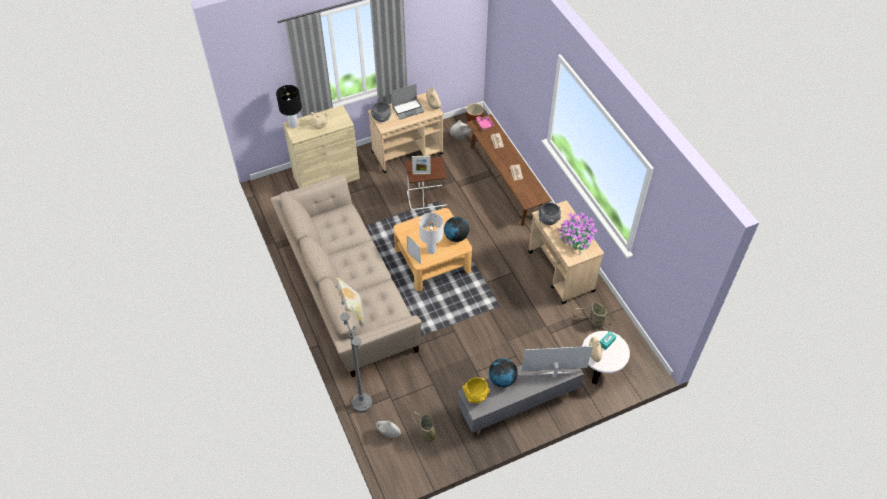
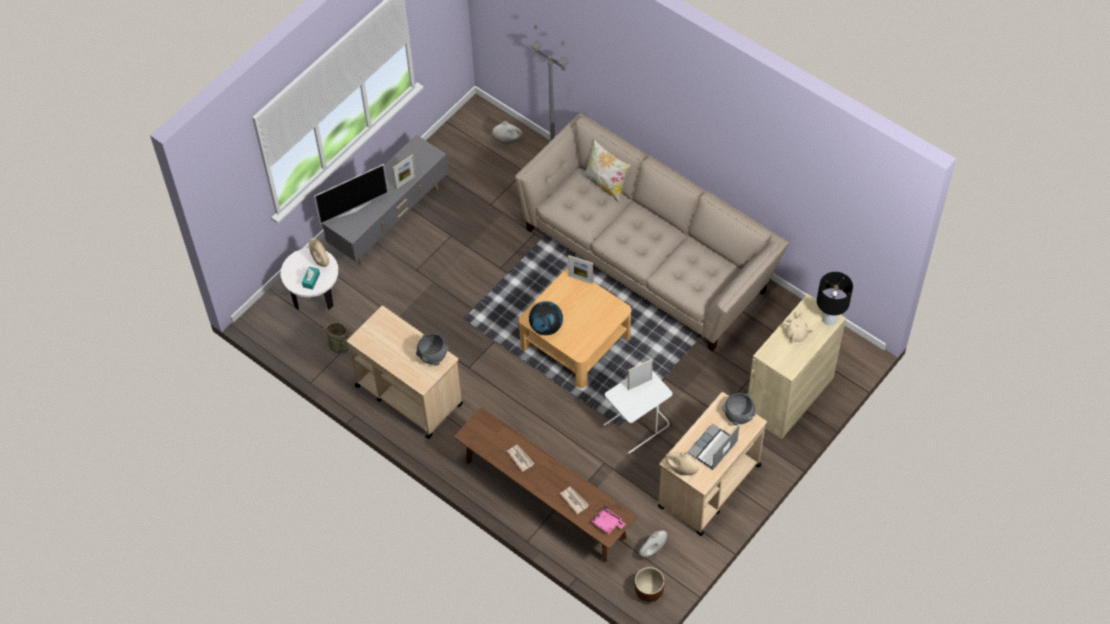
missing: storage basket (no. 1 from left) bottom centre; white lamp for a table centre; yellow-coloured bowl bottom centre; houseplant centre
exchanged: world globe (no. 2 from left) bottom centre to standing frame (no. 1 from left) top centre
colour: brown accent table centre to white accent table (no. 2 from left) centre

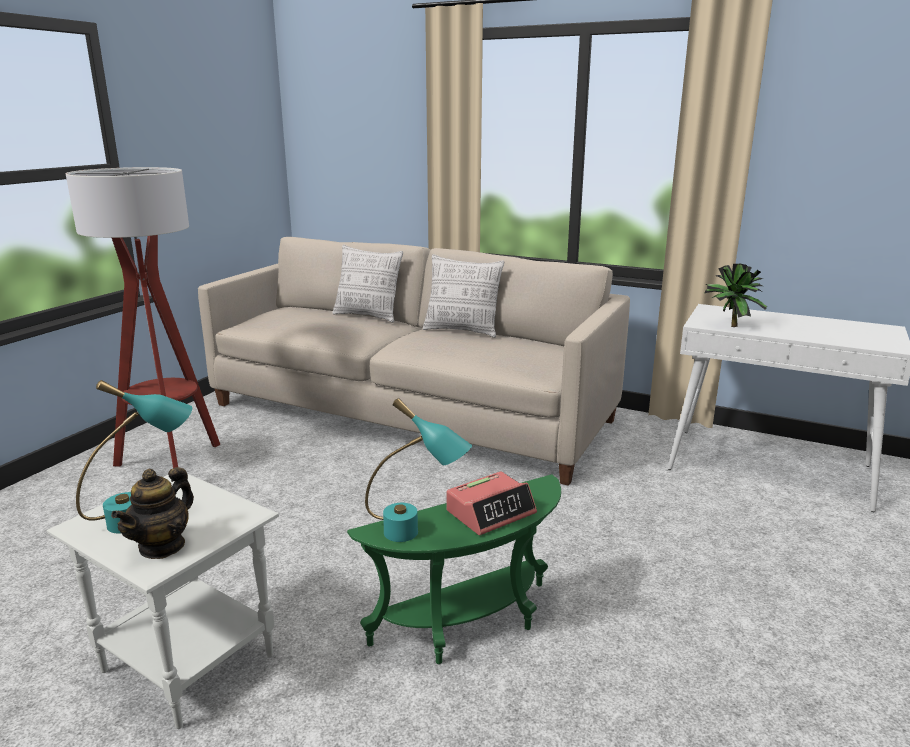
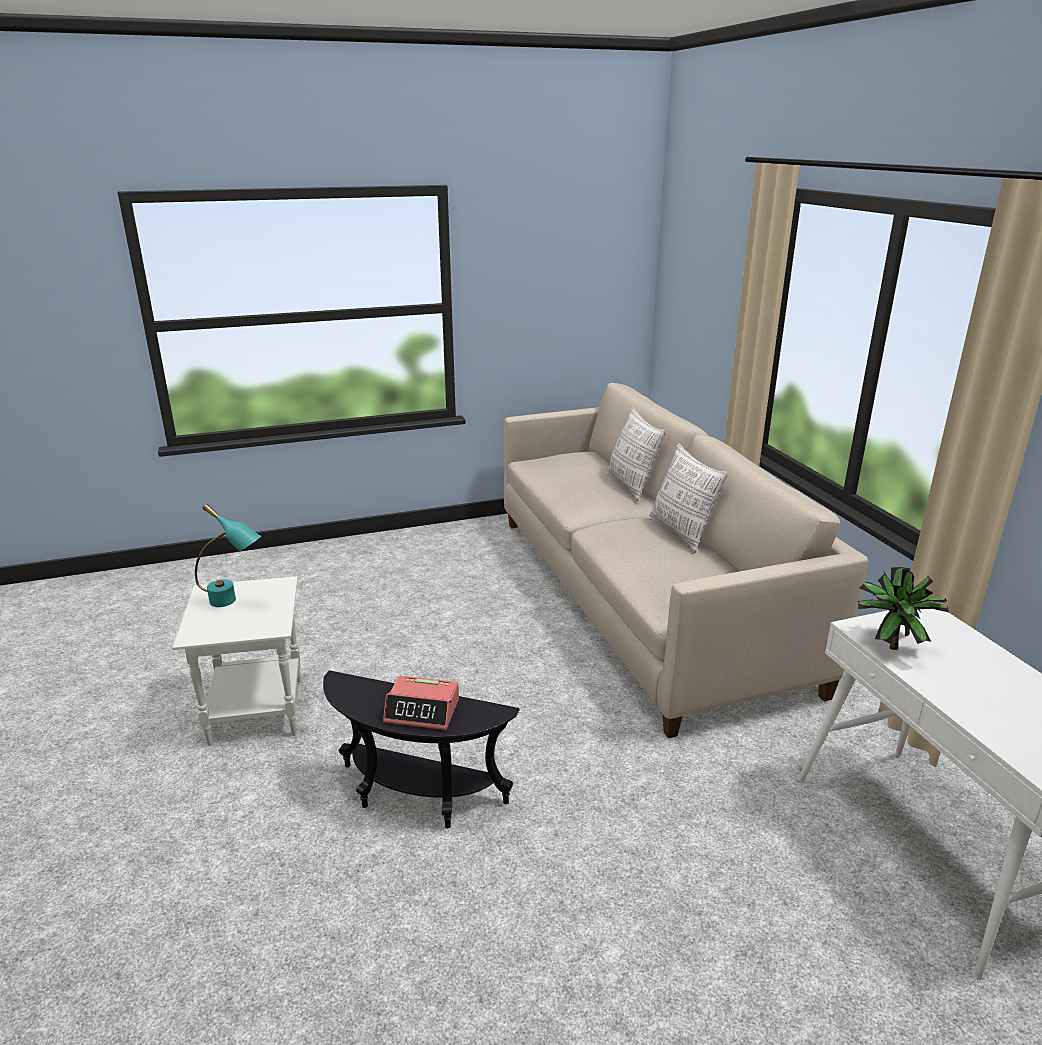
missing: standing lamp middle left; teapot bottom left; turquoise-coloured lamp for a table (no. 2 from left) centre
colour: green accent table bottom centre to blackish accent table bottom centre

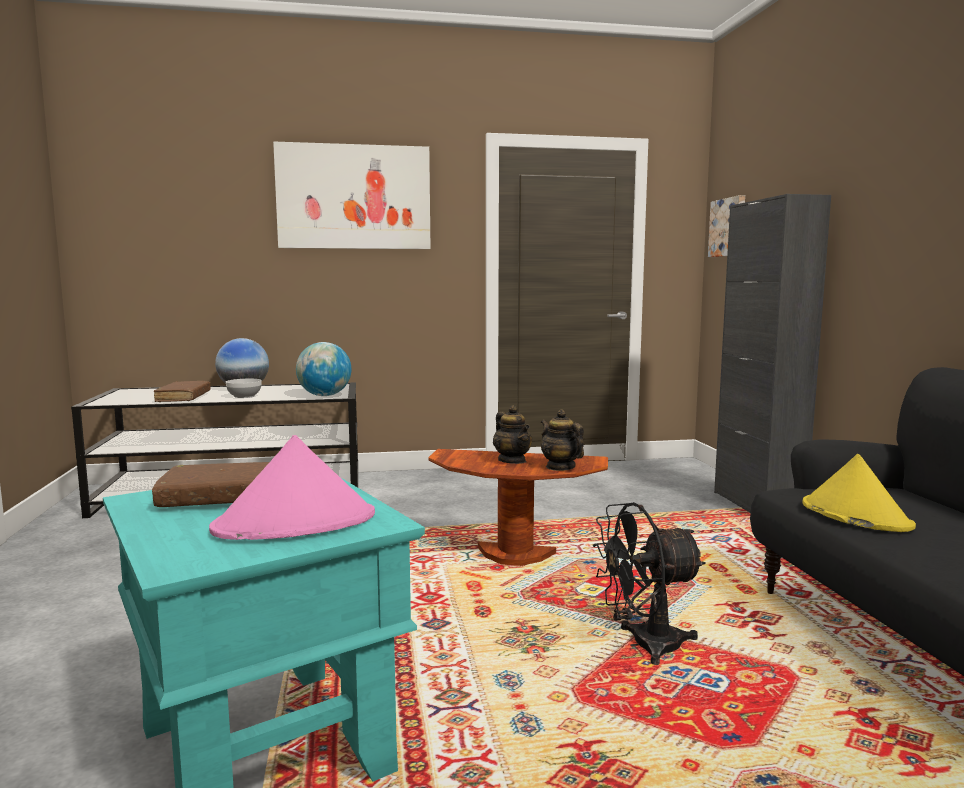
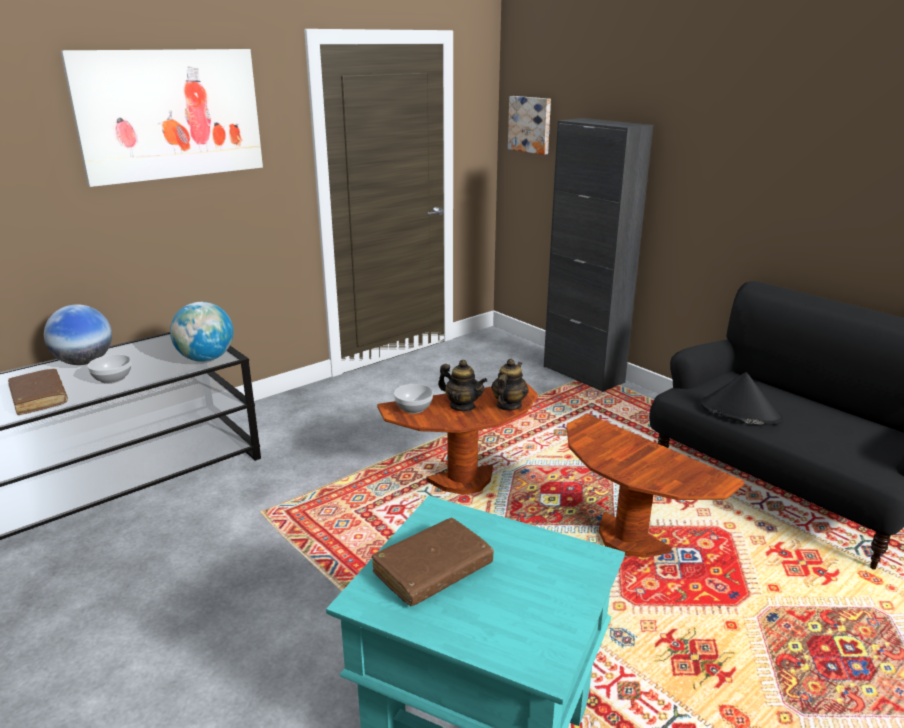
missing: pink wearable hat middle left
appeared: bowl (no. 2 from left) centre
exchanged: blackish electric fan bottom right to brown accent table (no. 2 from left) middle right
colour: yellow-coloured wearable hat middle right to blackish wearable hat middle right
spun: teapot (no. 2 from left) centre = centre 90 degrees clockwise

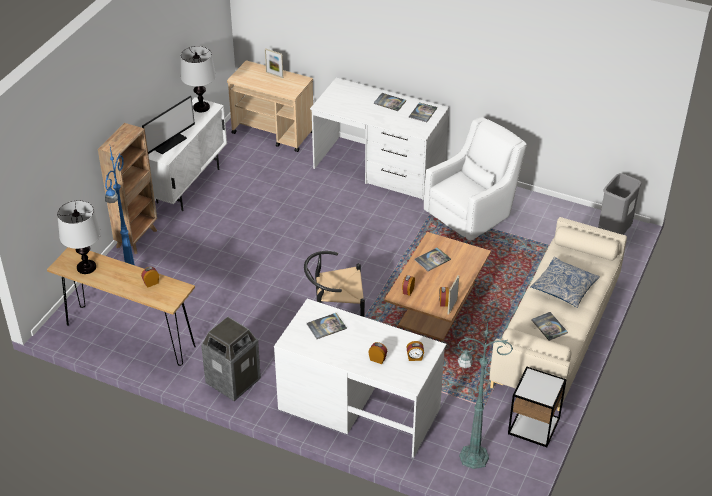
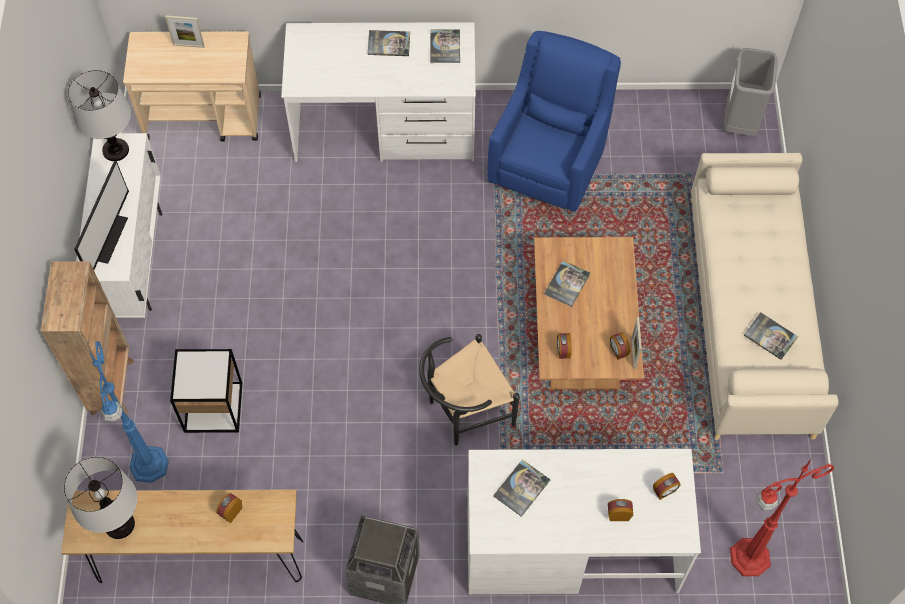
missing: throw pillow middle right
relocated: accent table bottom right to middle left
colour: white armchair middle right to blue-coloured armchair top centre; green standing lamp bottom right to red-coloured standing lamp bottom right

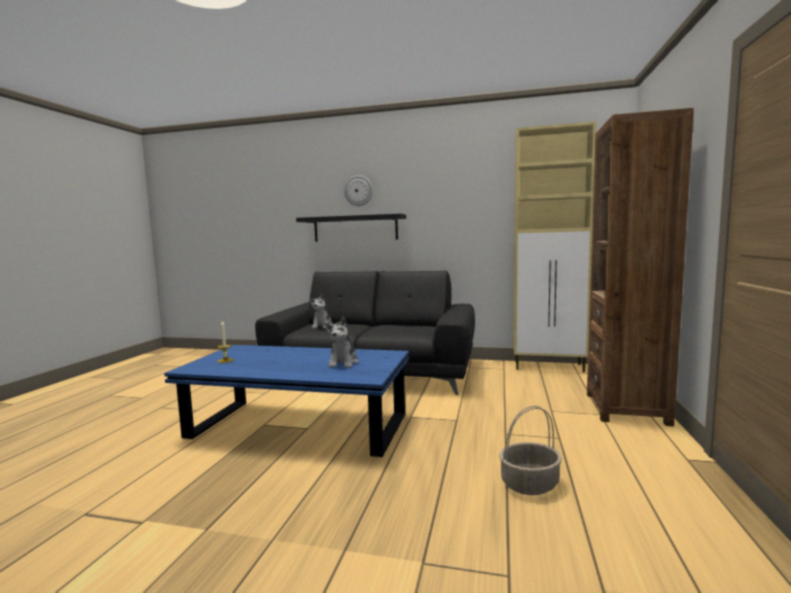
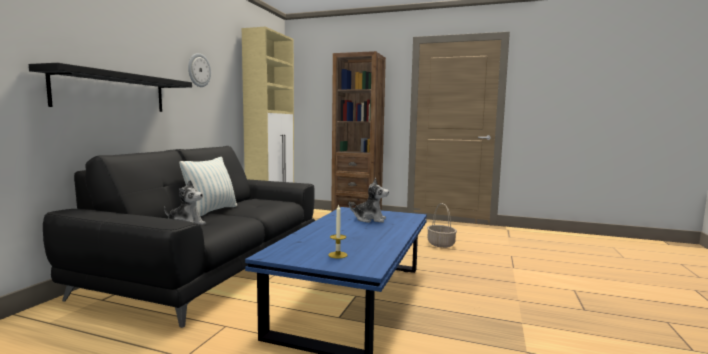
appeared: throw pillow middle left
relocated: hanging clock top centre to top left

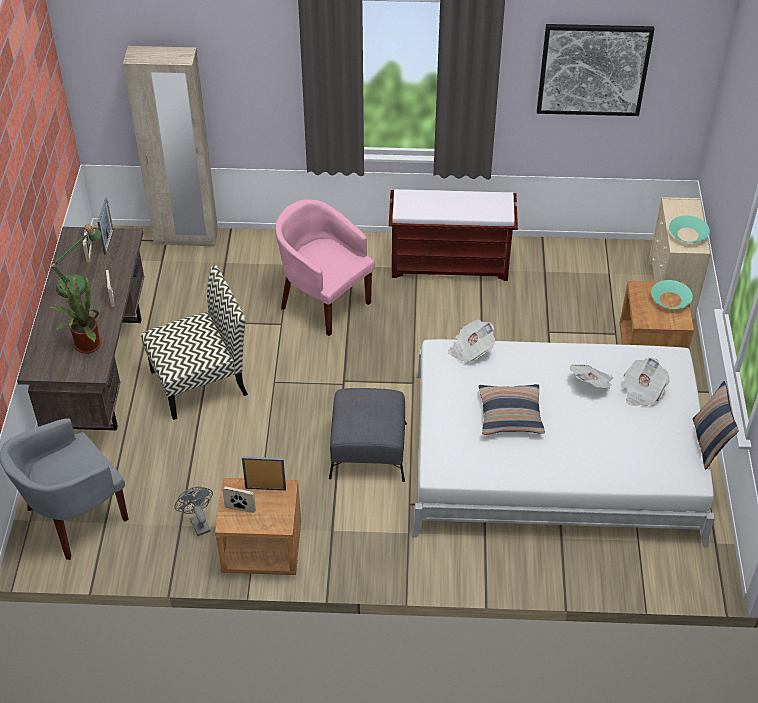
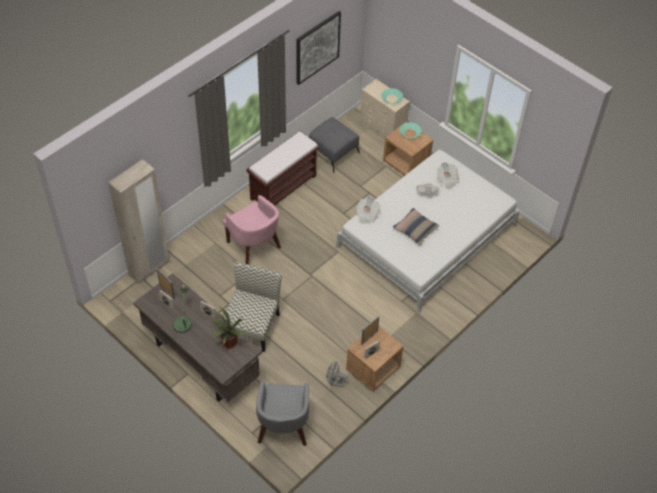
missing: throw pillow (no. 2 from left) middle right
relocated: greyish ottoman centre to top centre
spun: pink armchair centre = centre 120 degrees counterclockwise

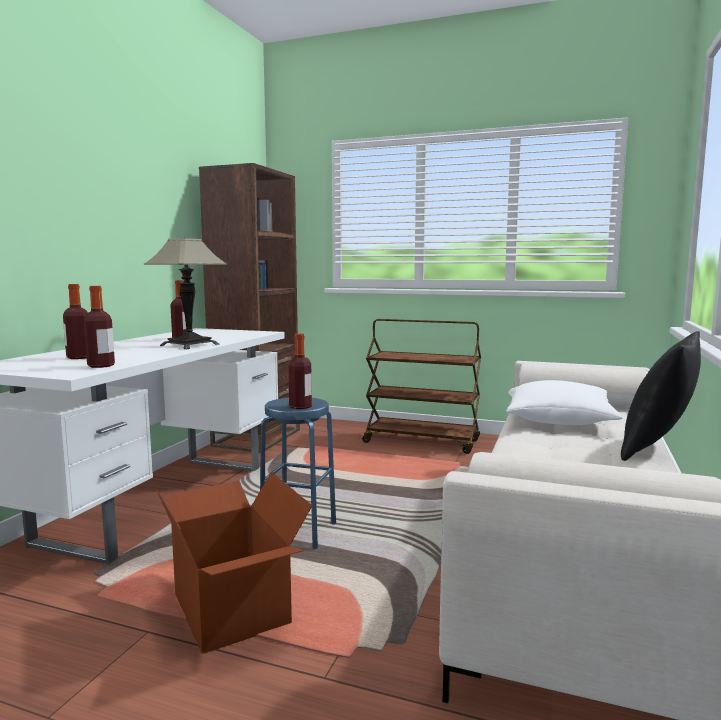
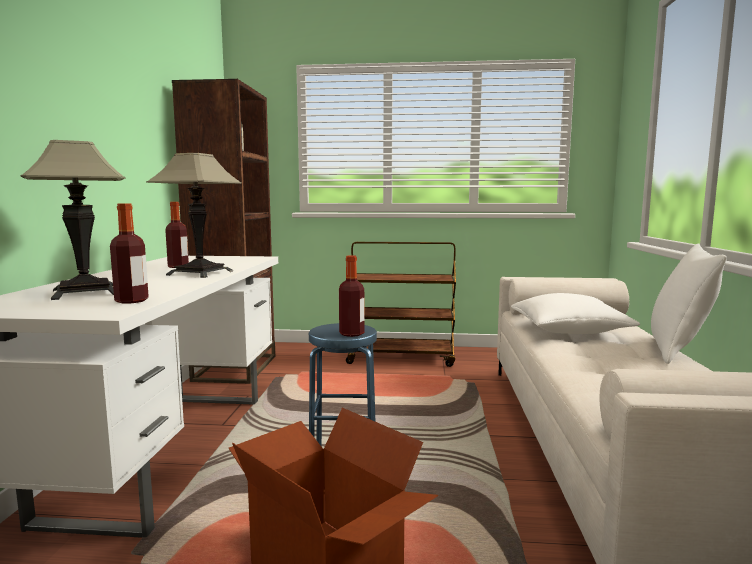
exchanged: drink bottle (no. 1 from left) middle left to lamp for a table (no. 1 from left) middle left
colour: blackish throw pillow middle right to white throw pillow (no. 2 from left) middle right

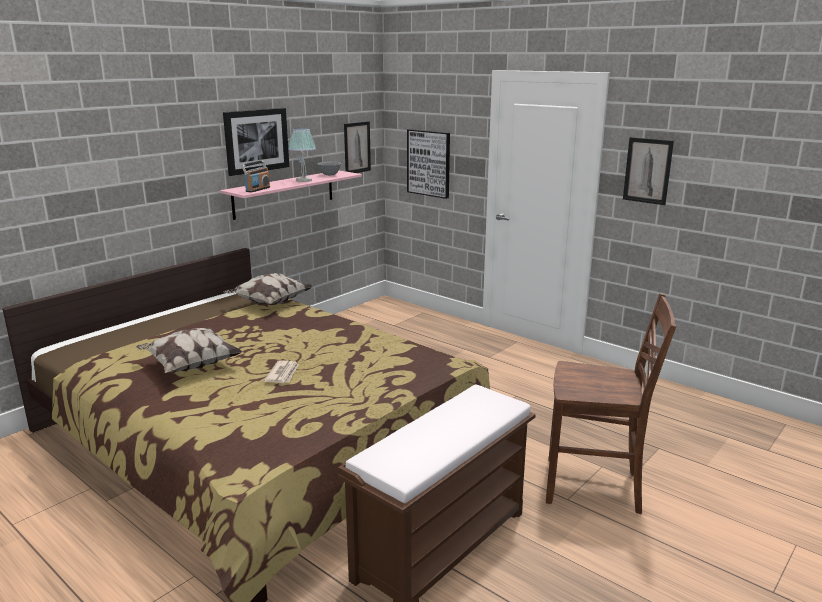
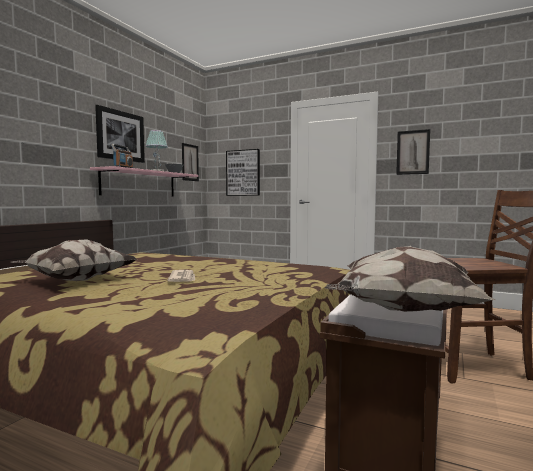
relocated: throw pillow (no. 2 from left) middle left to middle right

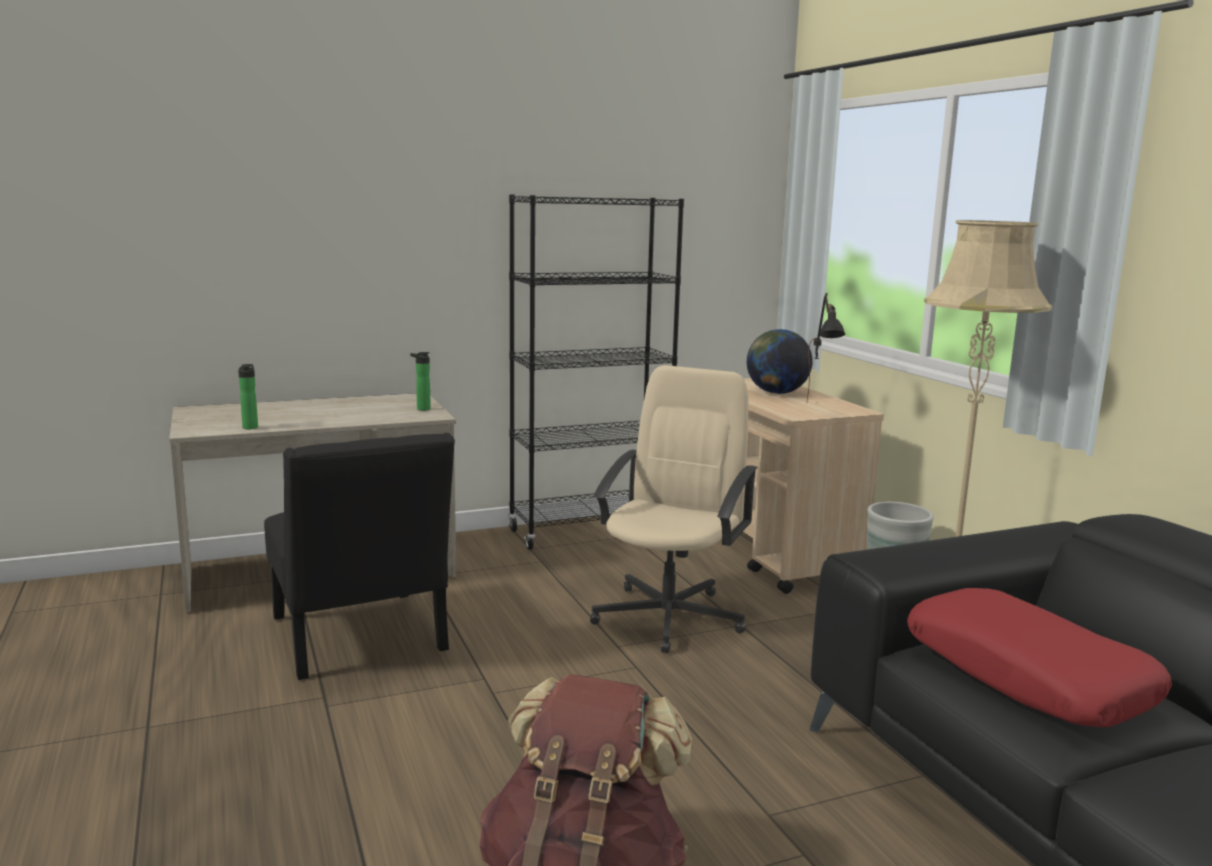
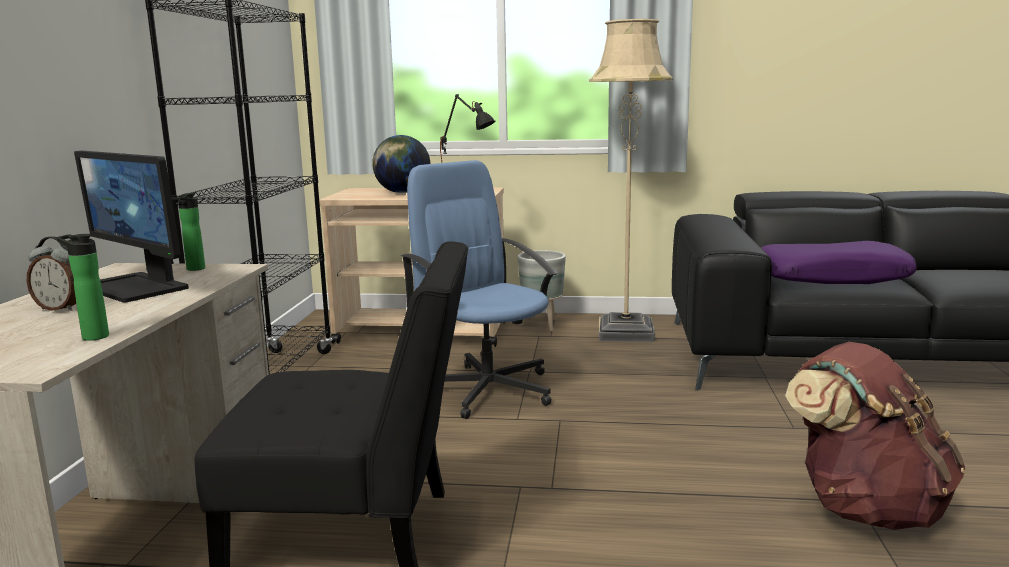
appeared: bedside clock middle left; monitor middle left
colour: sand-coloured office chair centre to blue-coloured office chair centre; red-coloured throw pillow bottom right to purple throw pillow middle right

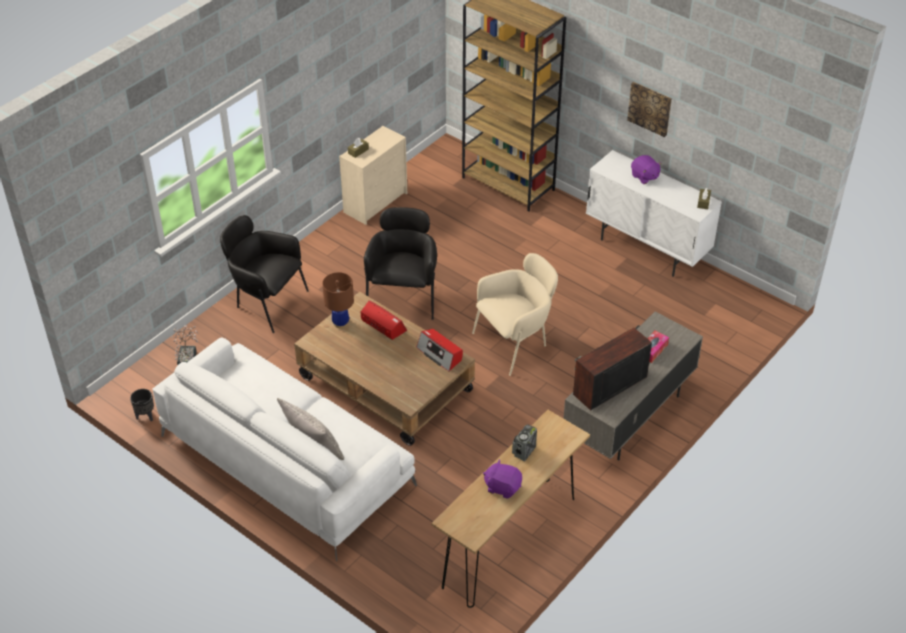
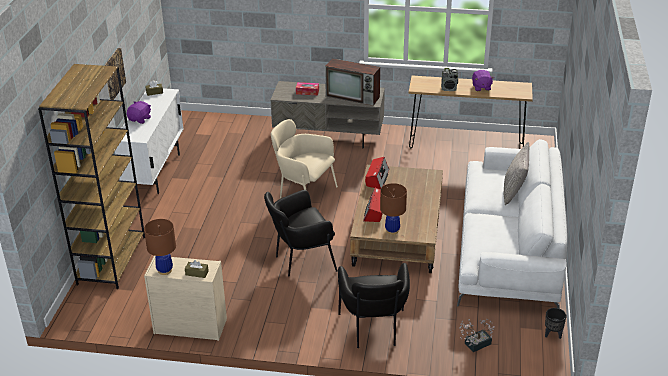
appeared: brown lamp for a table (no. 1 from left) middle left

